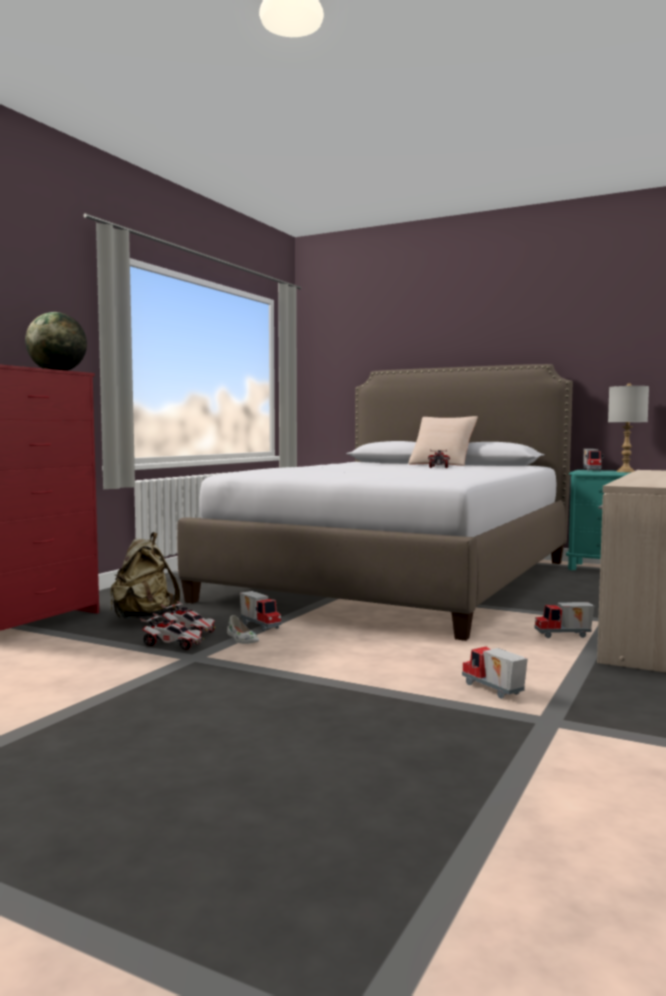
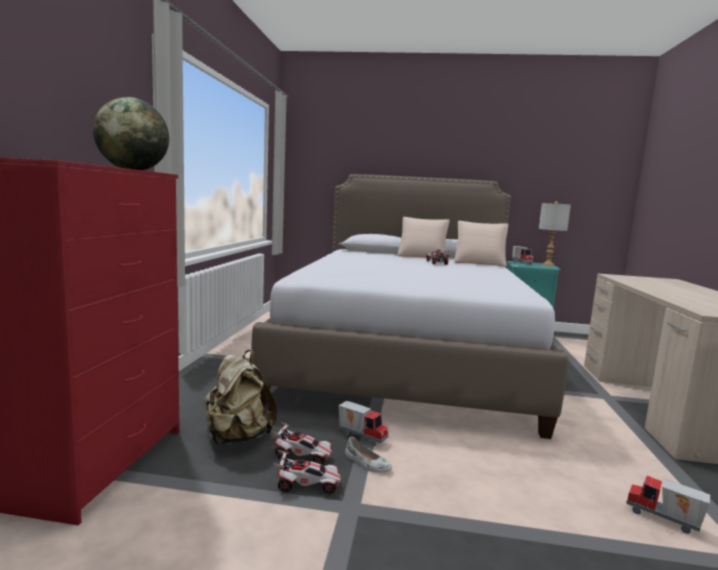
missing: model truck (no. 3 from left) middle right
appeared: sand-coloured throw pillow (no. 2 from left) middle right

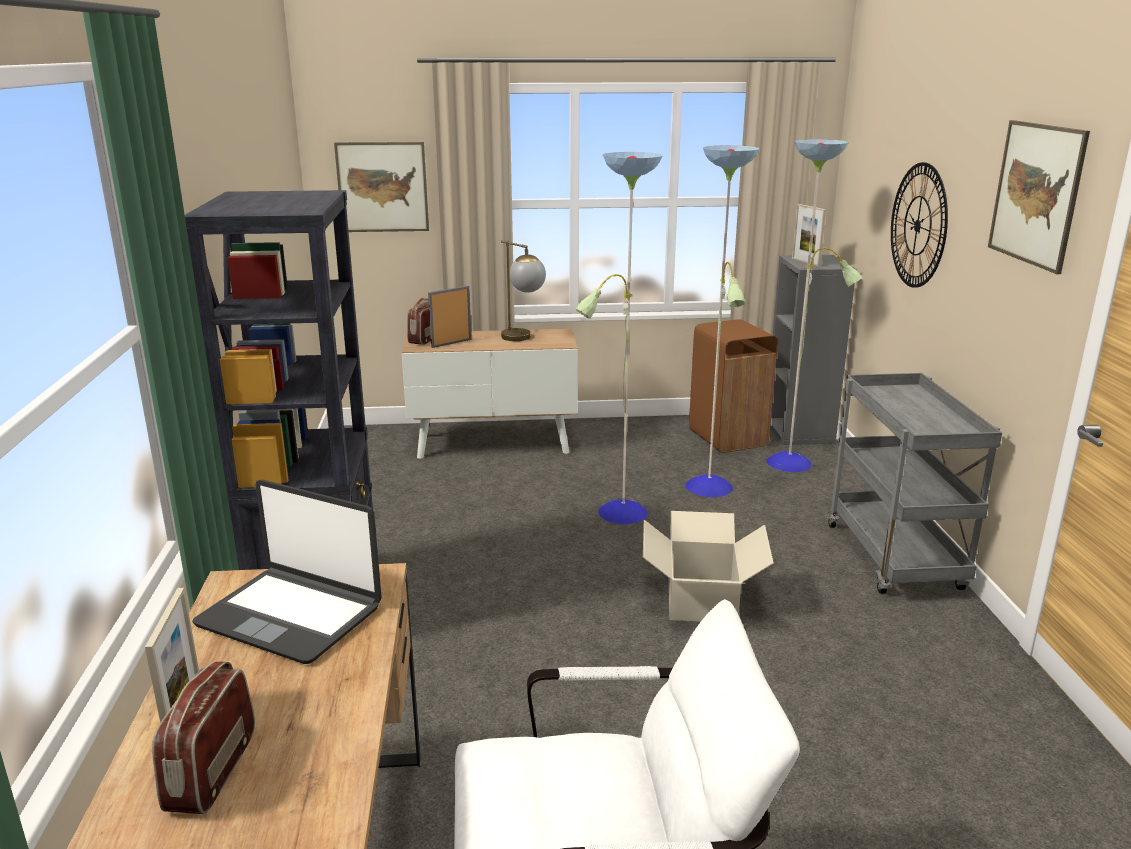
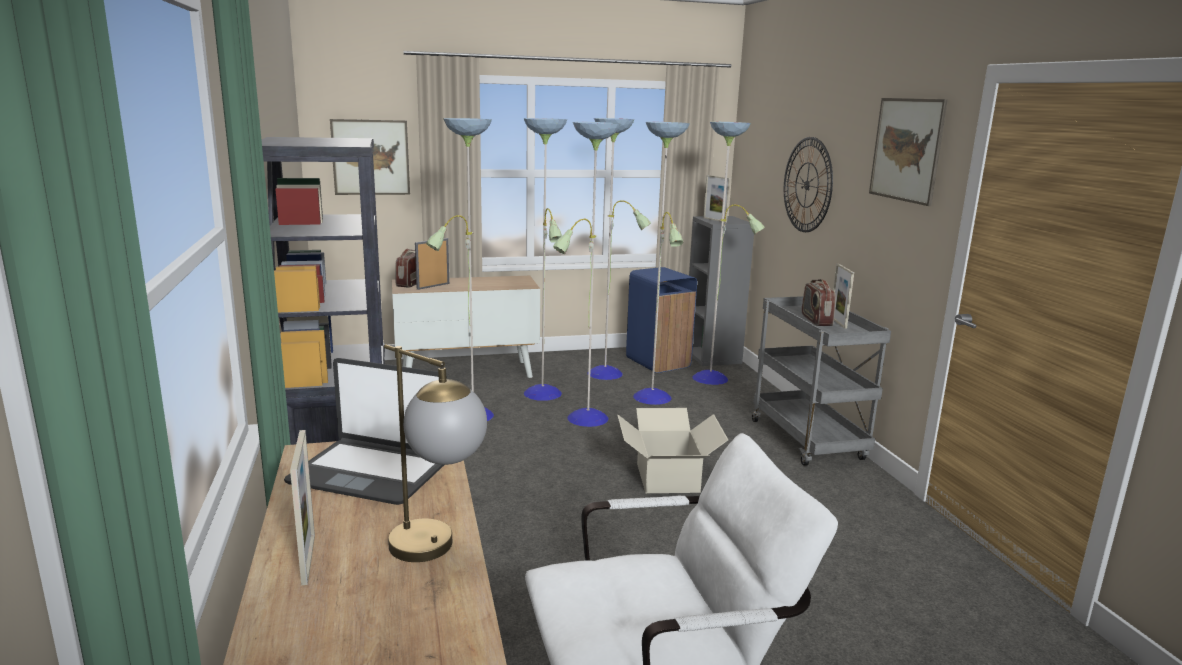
appeared: standing lamp (no. 1 from left) centre; standing frame (no. 4 from left) middle right
relocated: radio set (no. 1 from left in the first image) bottom left to radio set (no. 2 from left) middle right; lamp for a table centre to bottom centre
colour: brown trash can centre to blue-coloured trash can centre

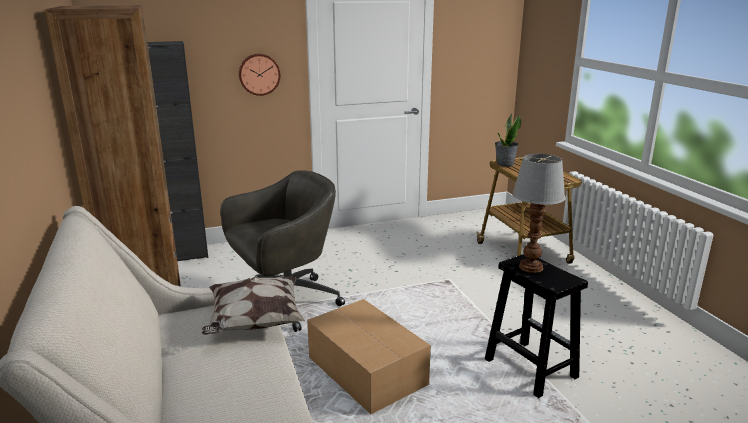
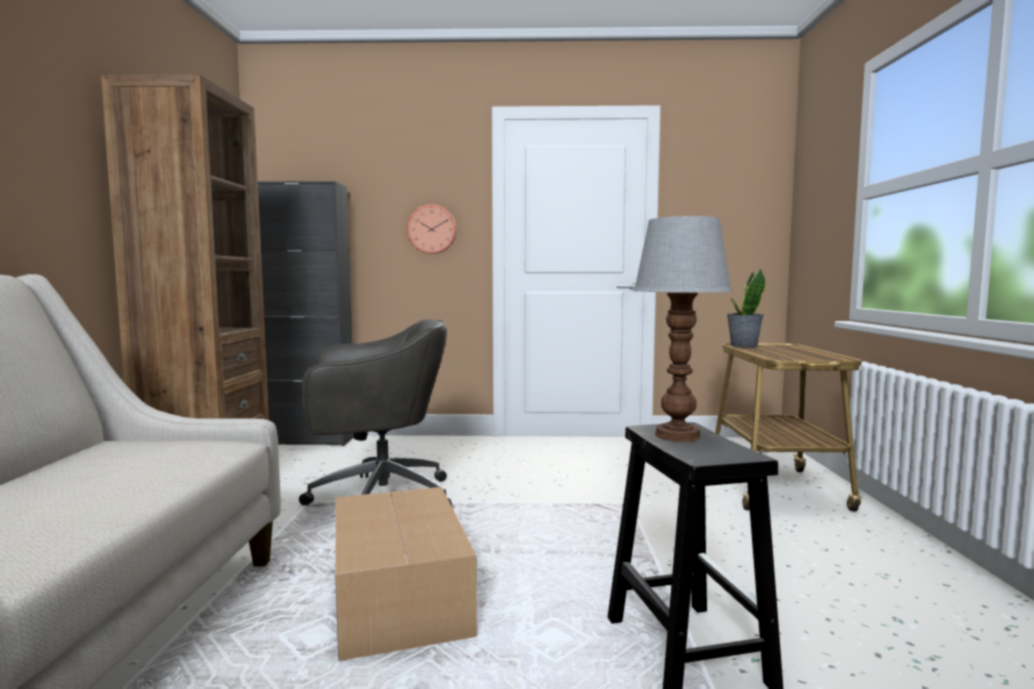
missing: throw pillow bottom centre

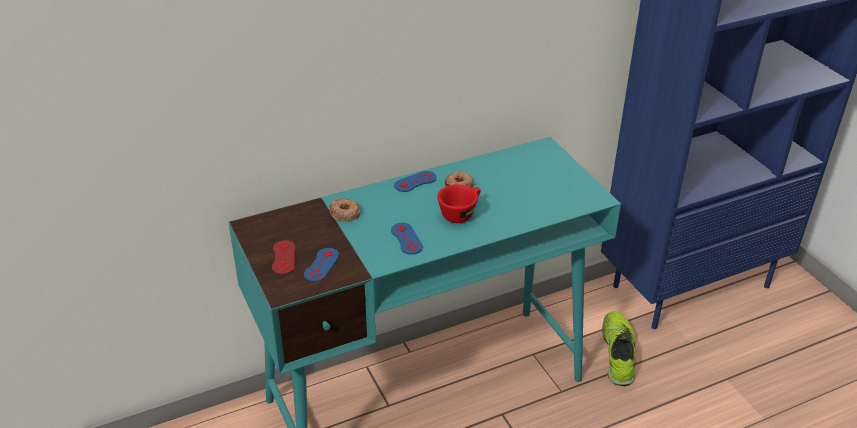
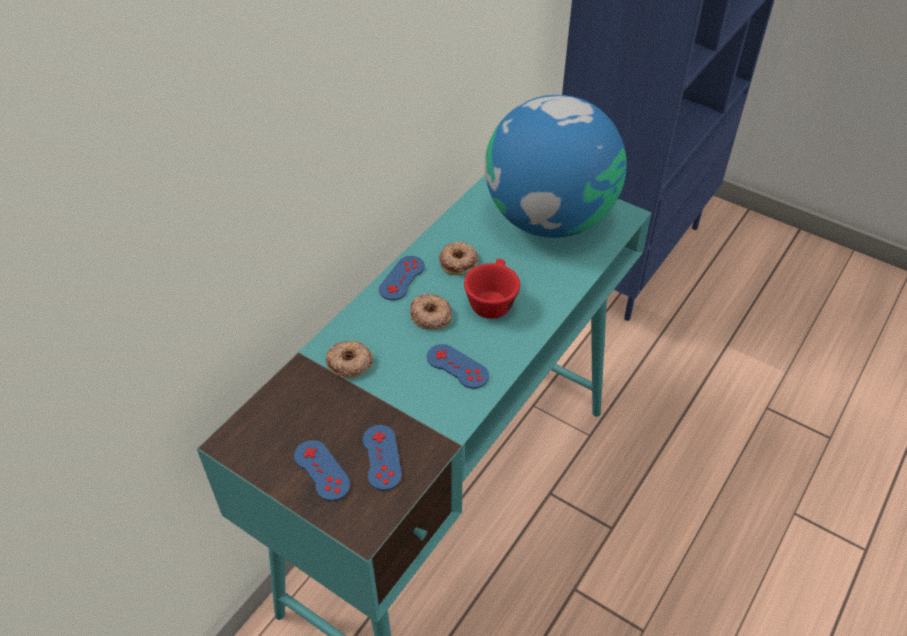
missing: item of footwear bottom right
appeared: donut (no. 2 from left) centre; world globe top centre
colour: red-coloured joypad middle left to blue-coloured joypad (no. 1 from left) bottom centre

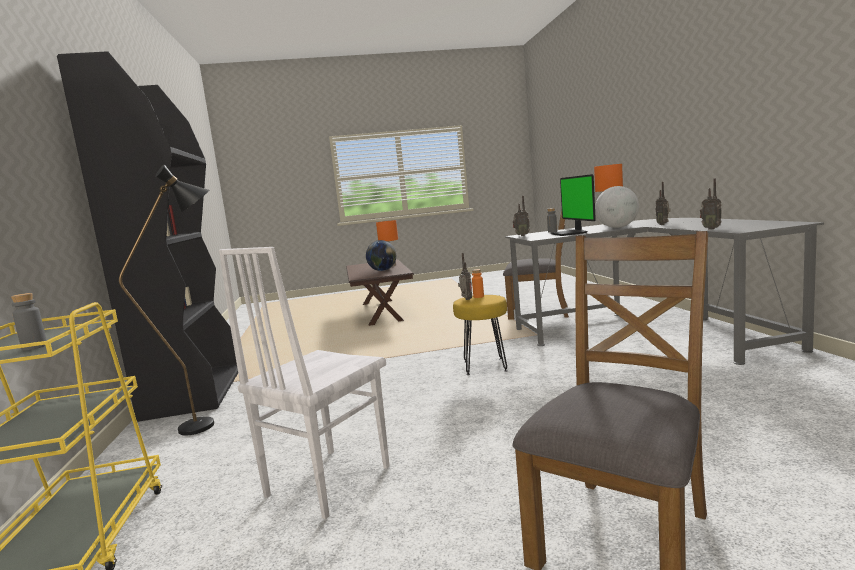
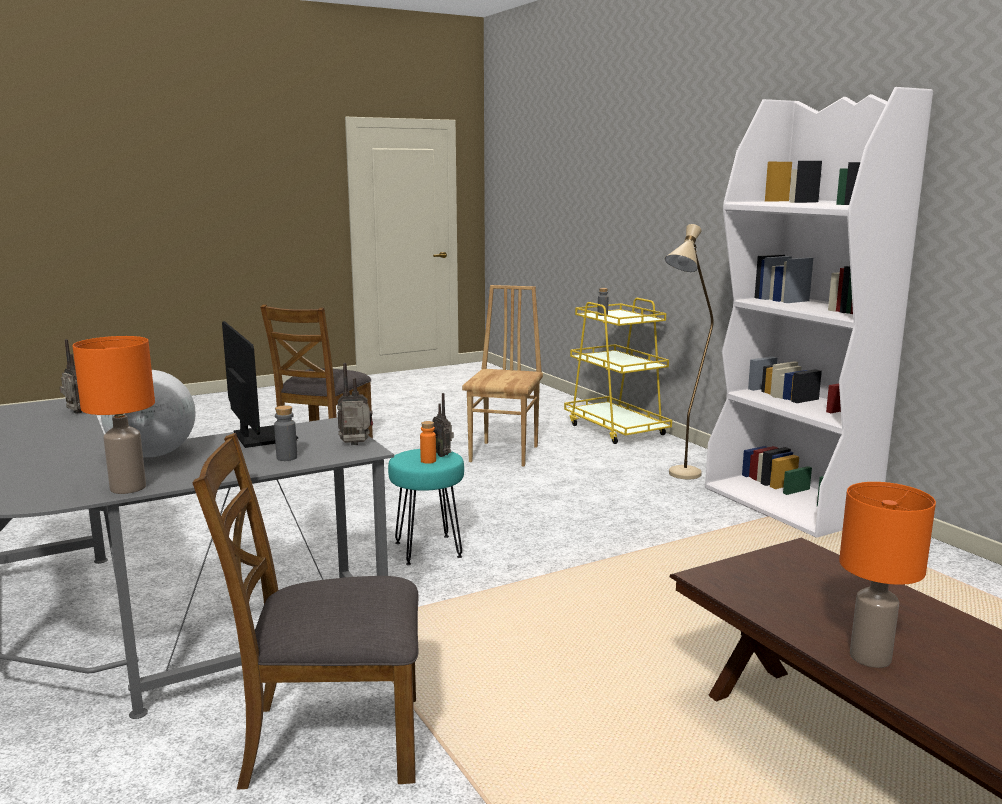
missing: world globe (no. 1 from left) centre; radio set (no. 3 from left) middle right
colour: blackish bookshelf middle left to white bookshelf middle right; blackish standing lamp middle left to sand-coloured standing lamp middle right; white chair bottom centre to brown chair (no. 3 from left) centre; yellow-coloured stool seat centre to turquoise-coloured stool seat centre

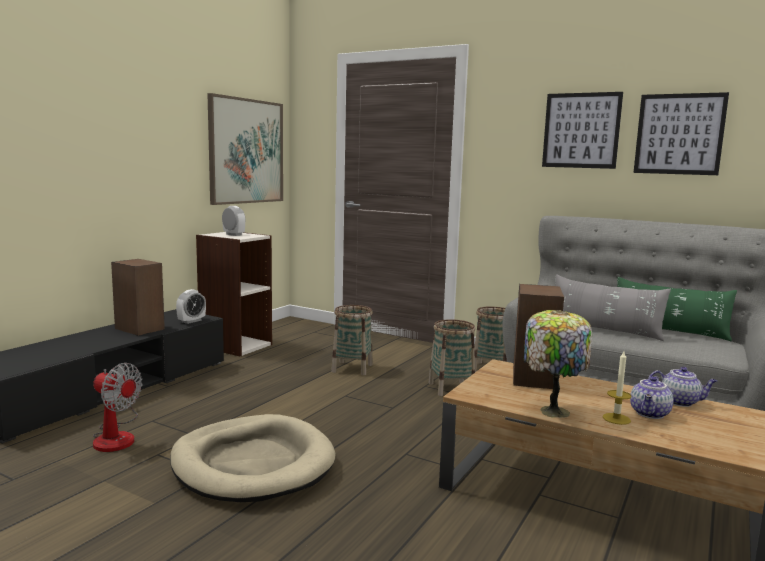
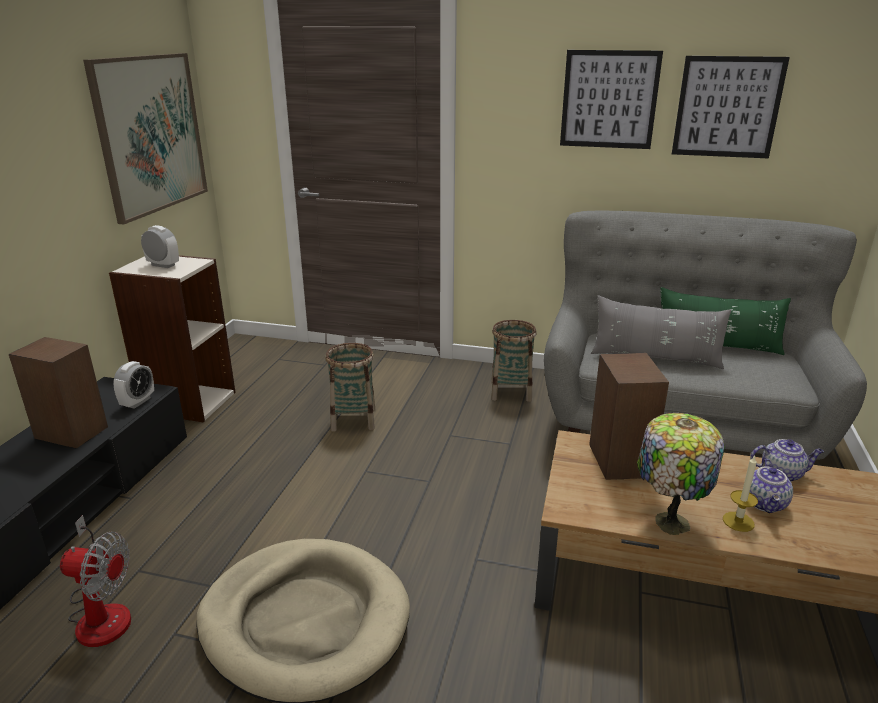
missing: storage basket (no. 2 from left) centre

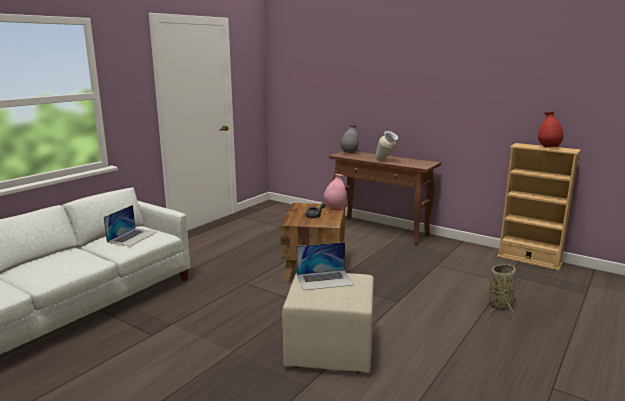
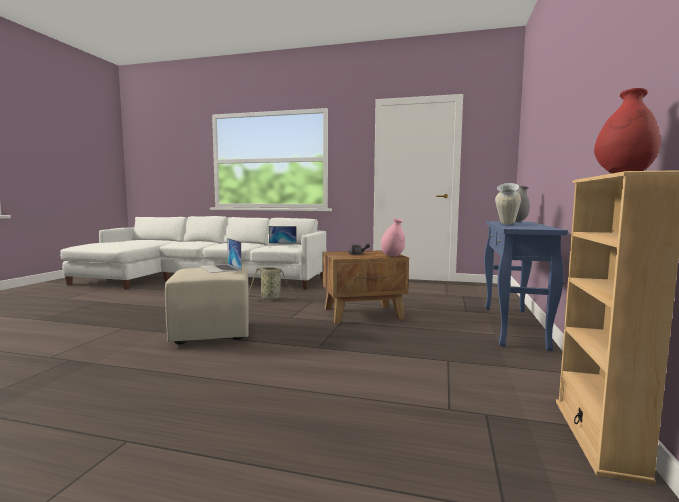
relocated: storage basket bottom right to centre
colour: brown narrow table centre to blue-coloured narrow table middle right

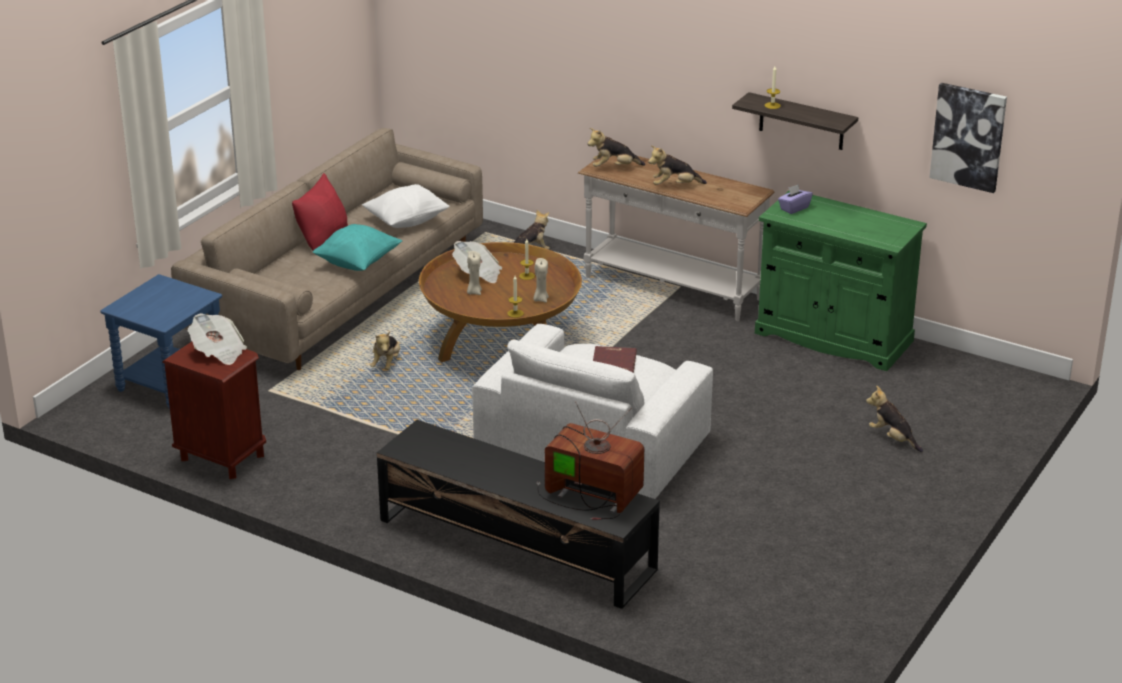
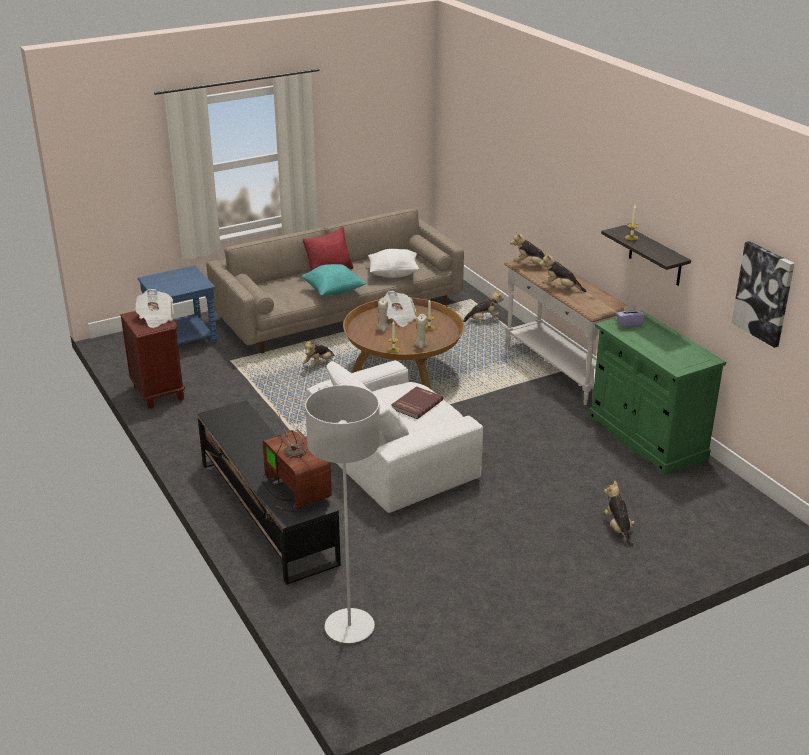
appeared: greyish standing lamp bottom centre

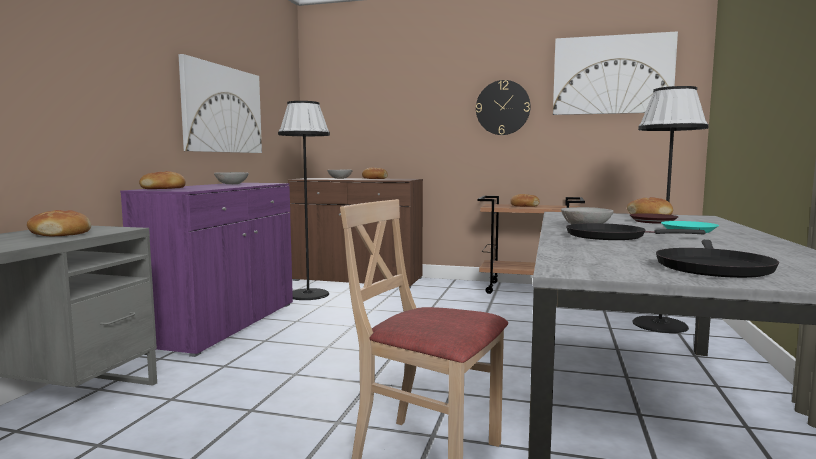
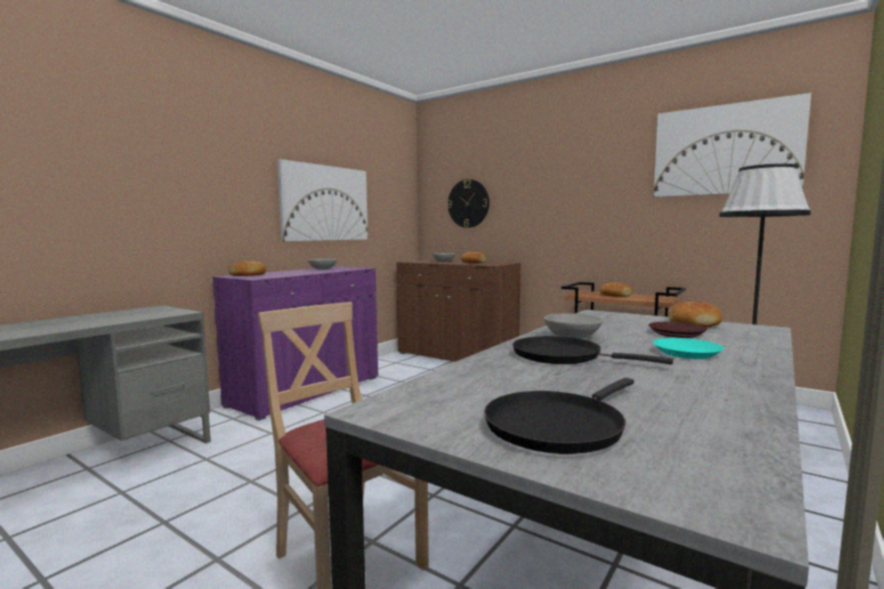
missing: baked bread (no. 1 from left) middle left; blackish standing lamp (no. 1 from left) centre
relocated: hanging clock top centre to centre

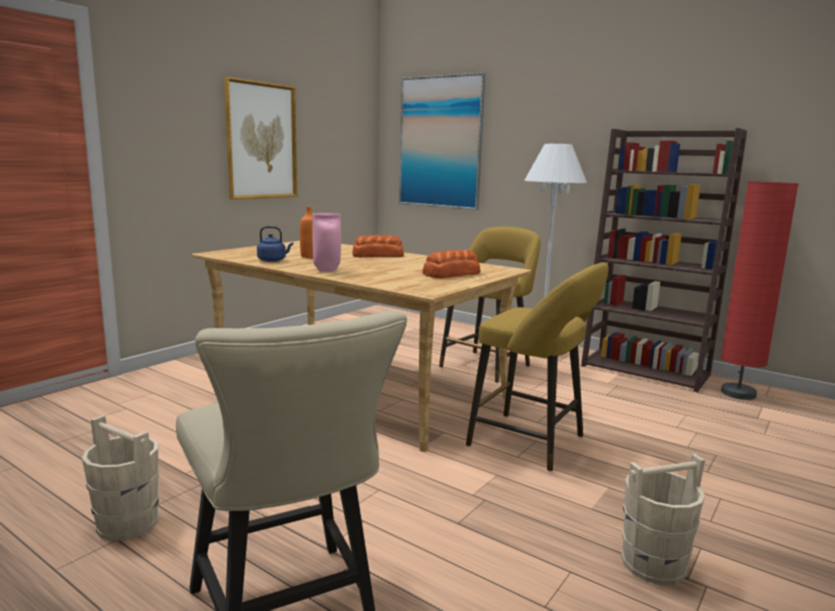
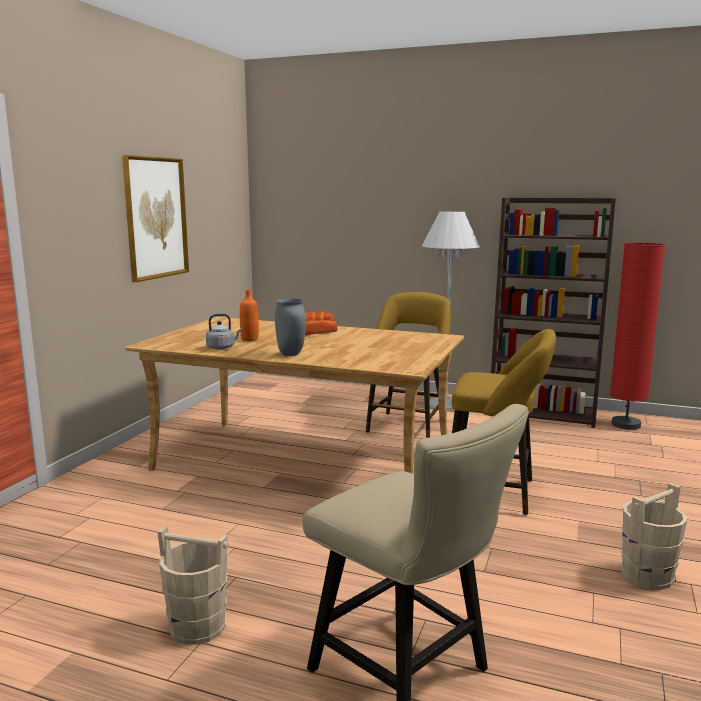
missing: wall picture (no. 2 from left) top centre; baked bread (no. 2 from left) centre
colour: blue-coloured water kettle middle left to greyish water kettle middle left; pink flower vase centre to greyish flower vase centre

